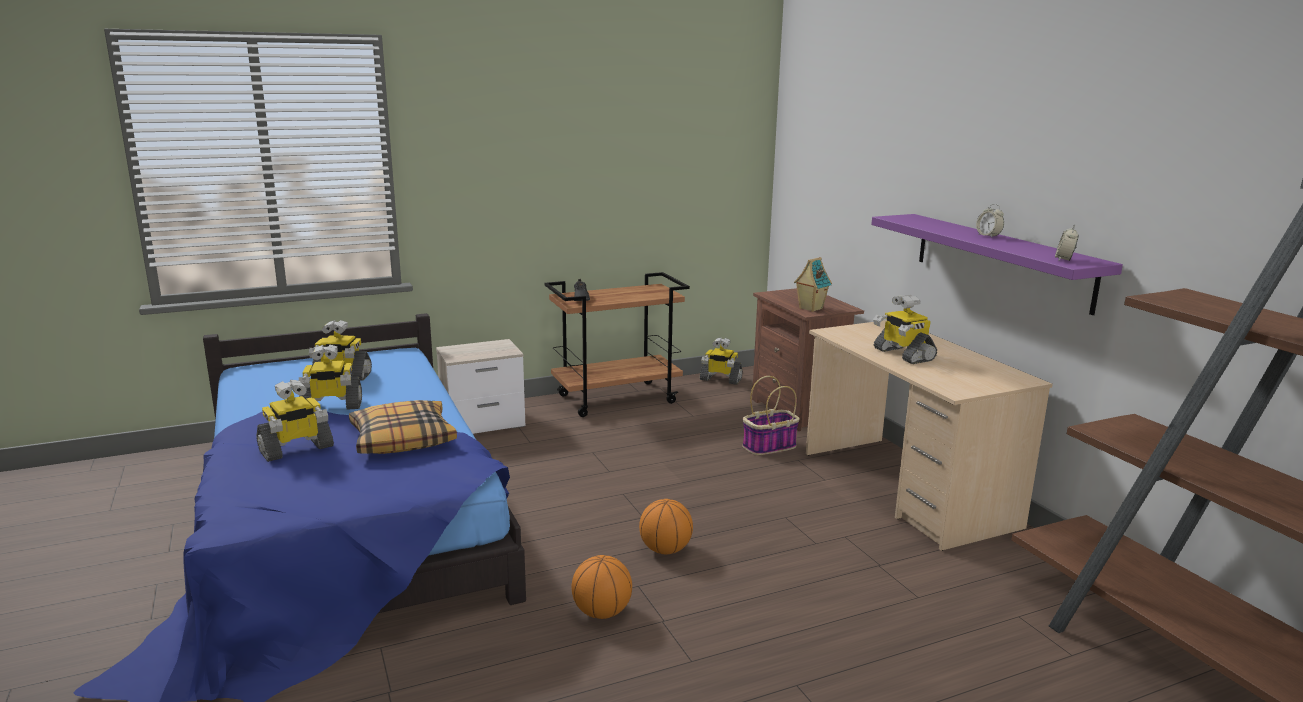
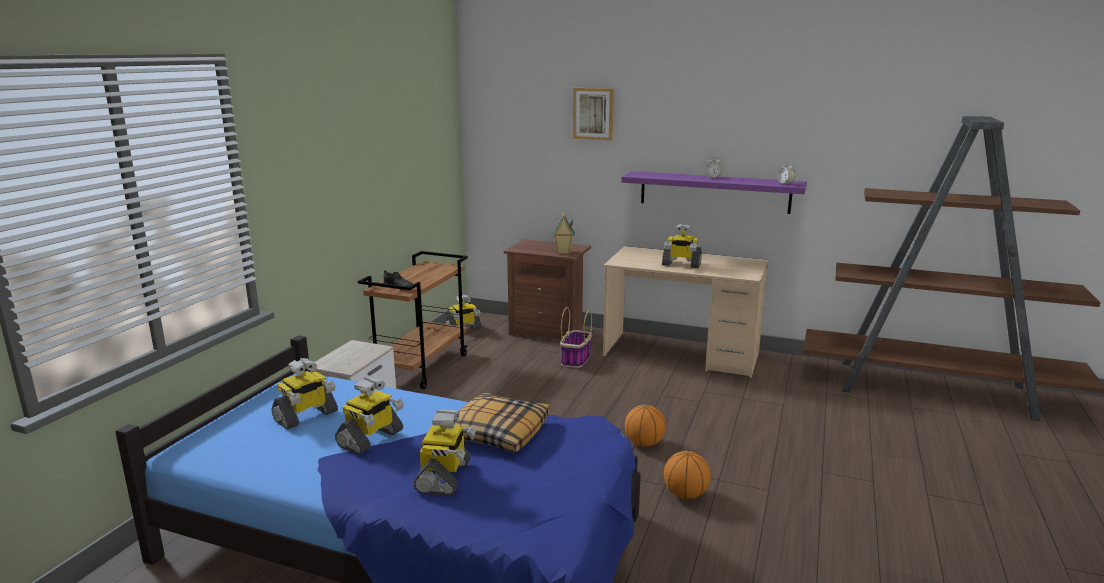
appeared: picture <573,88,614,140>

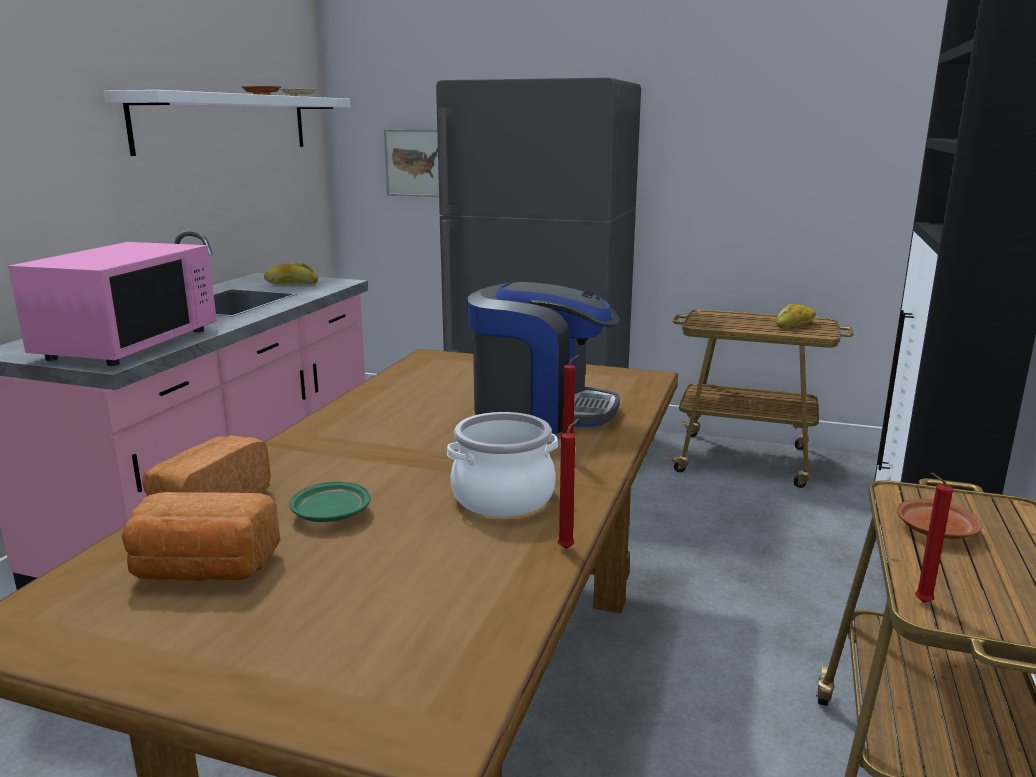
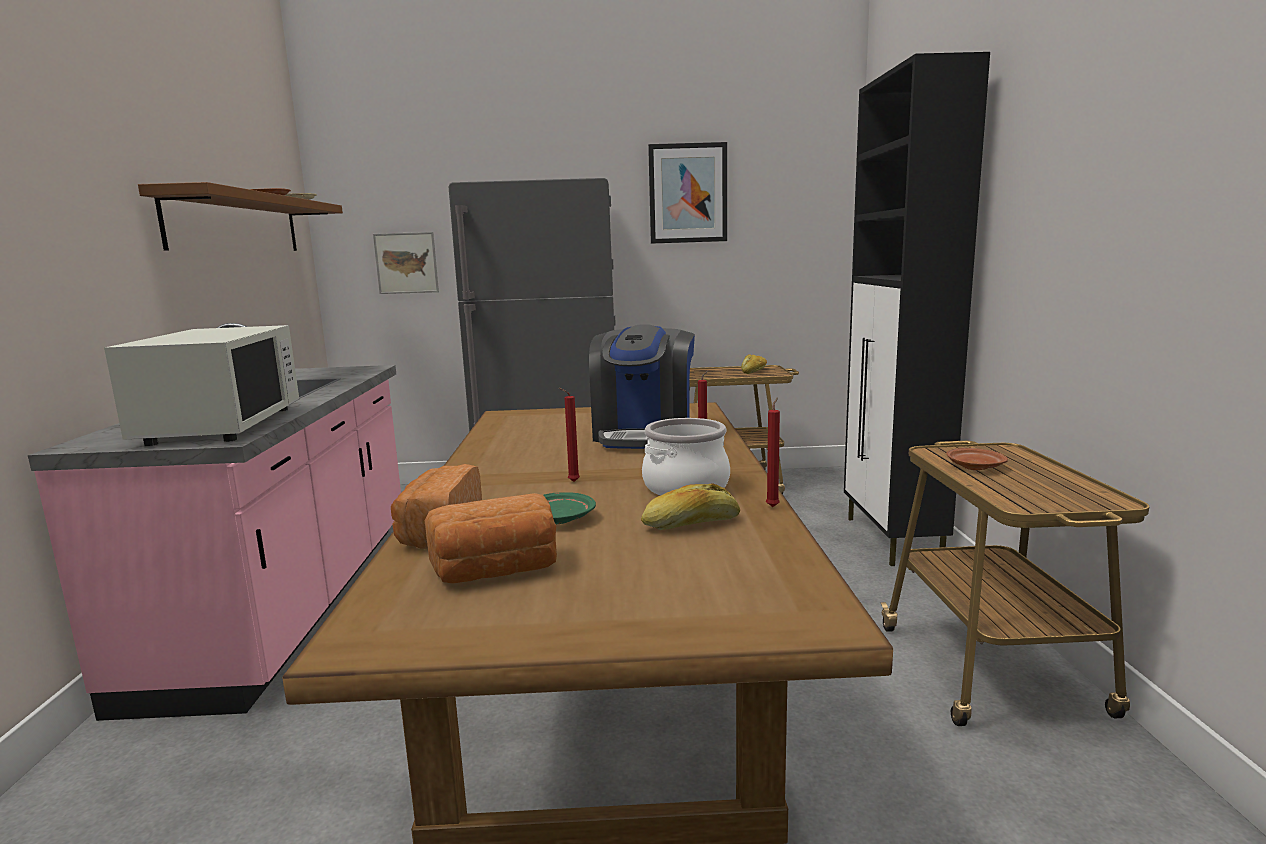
appeared: picture <648,142,727,244>
relocated: candle in red <915,473,953,603> to <559,388,580,482>; bread <264,263,318,284> to <641,483,740,530>
colour: microwave in pink <8,242,217,366> to microwave in white <104,325,299,446>; shelf in white <104,90,350,156> to shelf in brown <138,182,343,251>
spun: coffee machine <467,282,620,434> = <589,324,695,449> 105 degrees clockwise

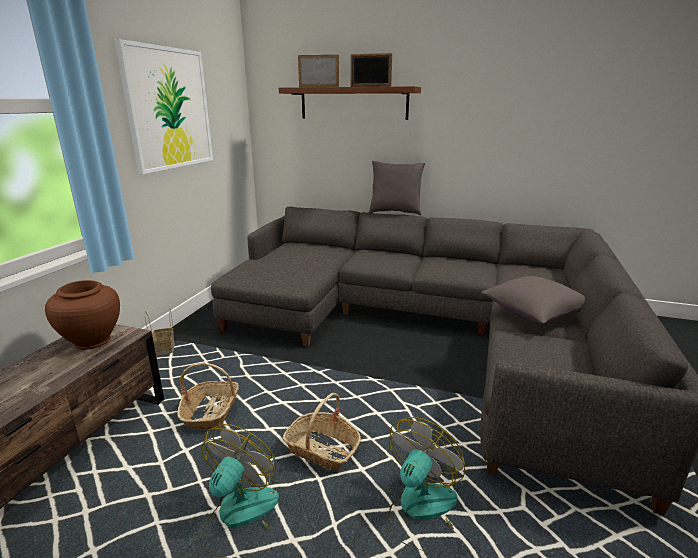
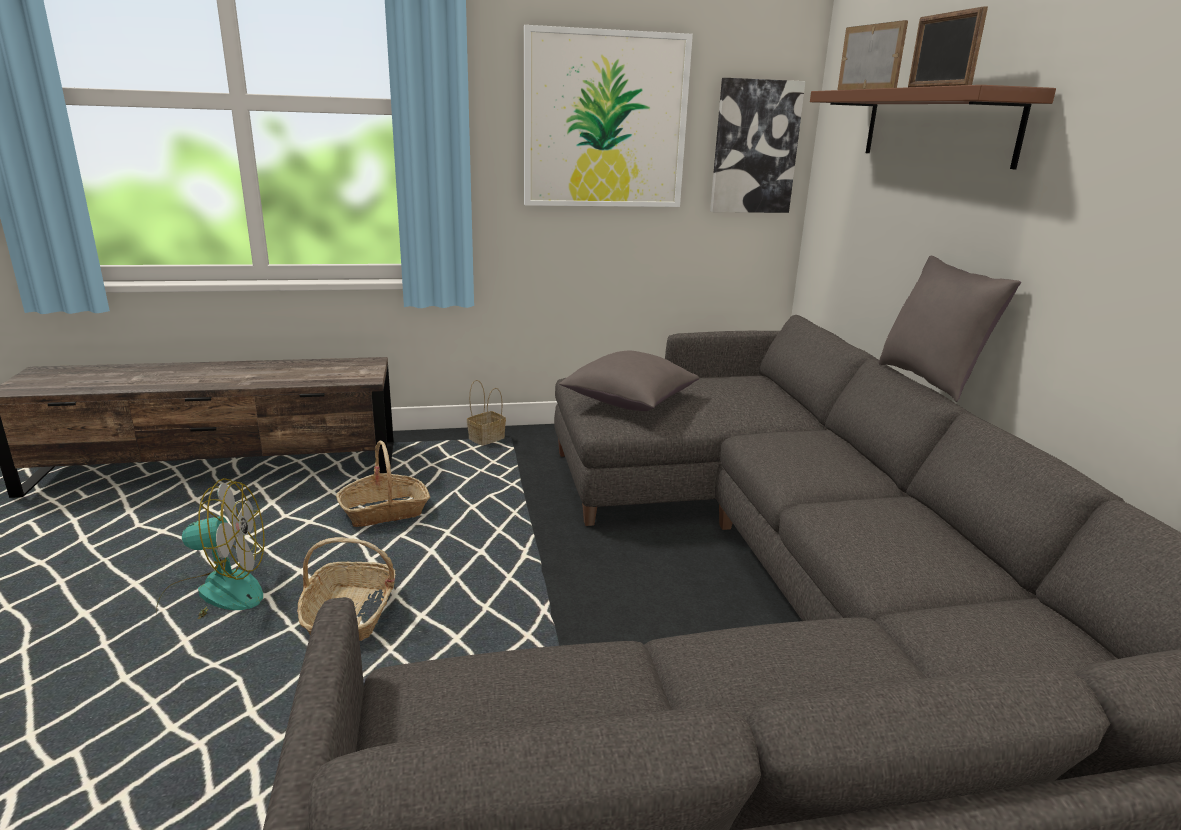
missing: vase in brown <45,280,120,350>; fan <387,417,465,552>
appeared: picture <710,78,806,213>
relocated: pillow in grey <481,276,585,324> to <559,351,700,411>

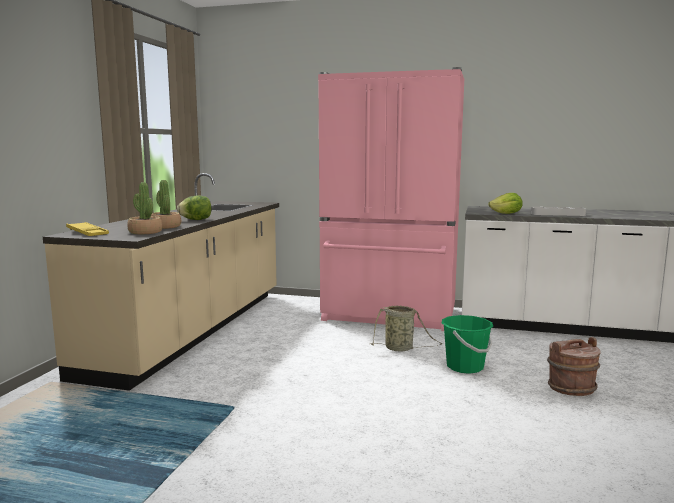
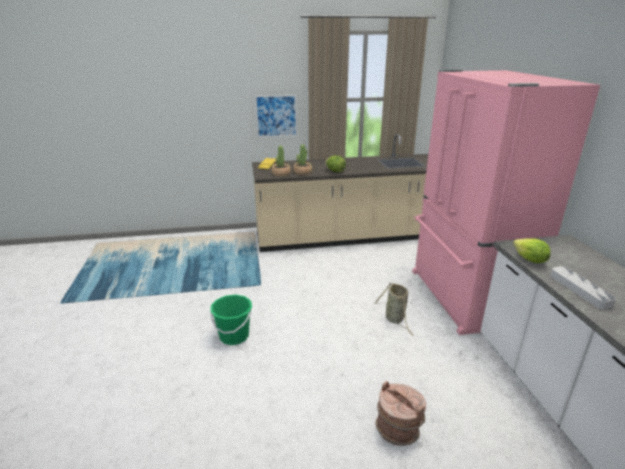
appeared: picture <255,95,297,137>
relocated: bucket in green <442,315,493,374> to <210,295,252,345>

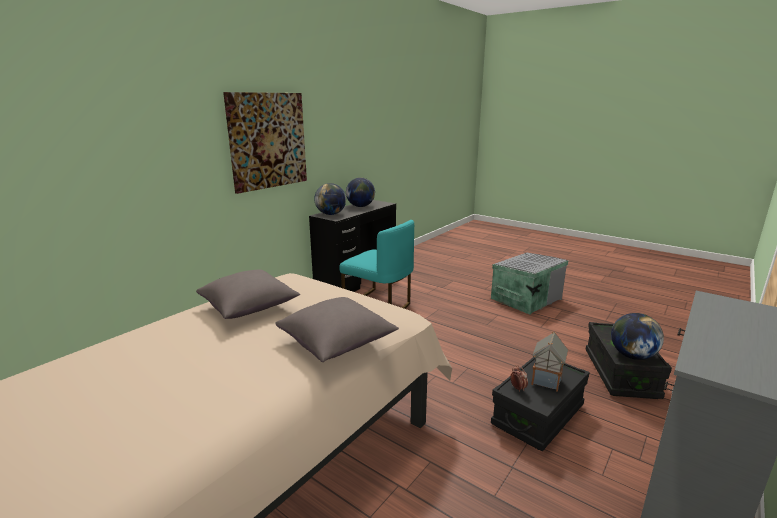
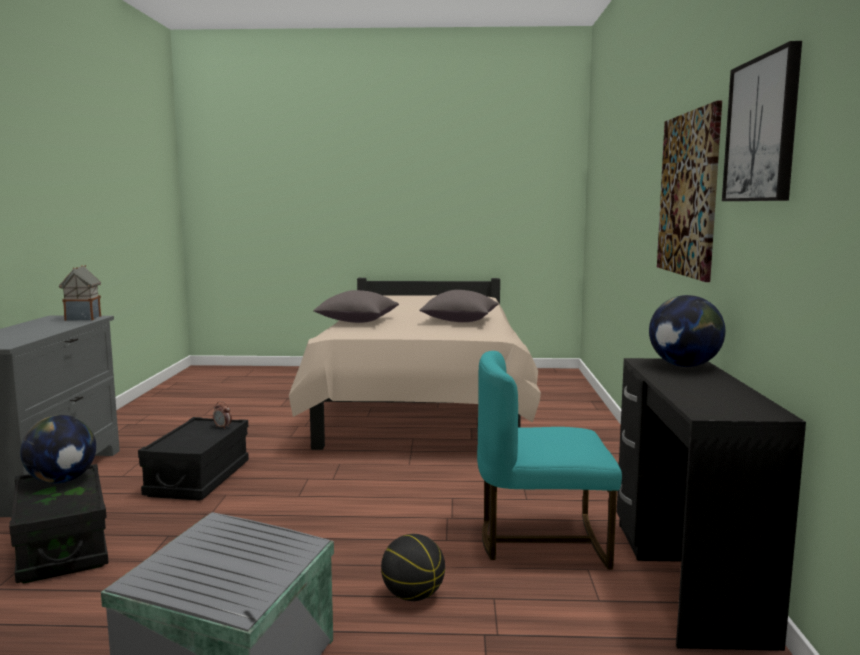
missing: globe <346,177,375,207>
appeared: basketball <381,534,445,601>; picture <722,41,802,201>
relocated: toy house <531,332,568,392> to <59,265,101,321>

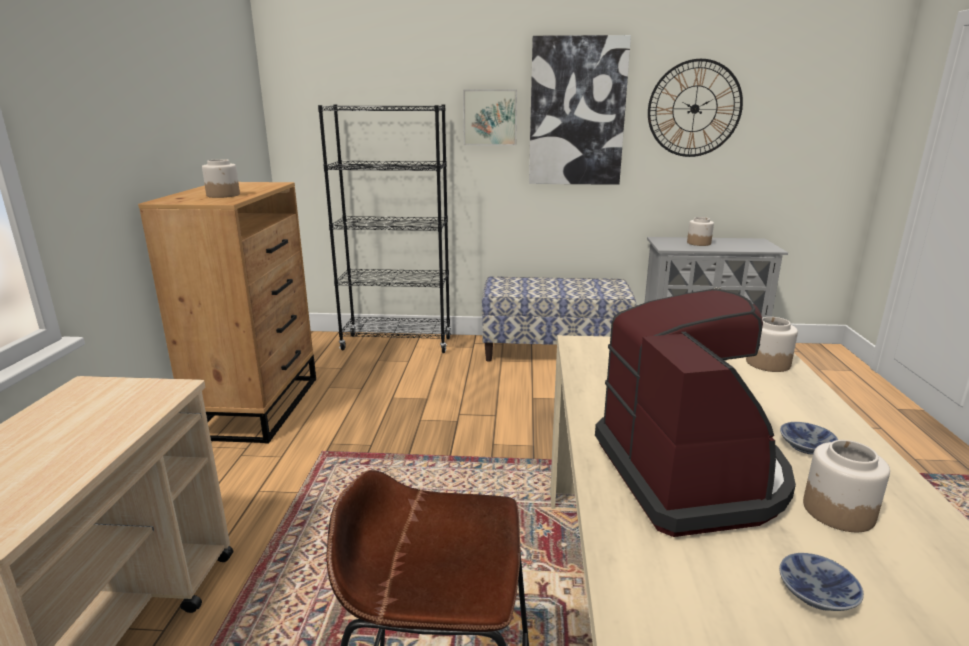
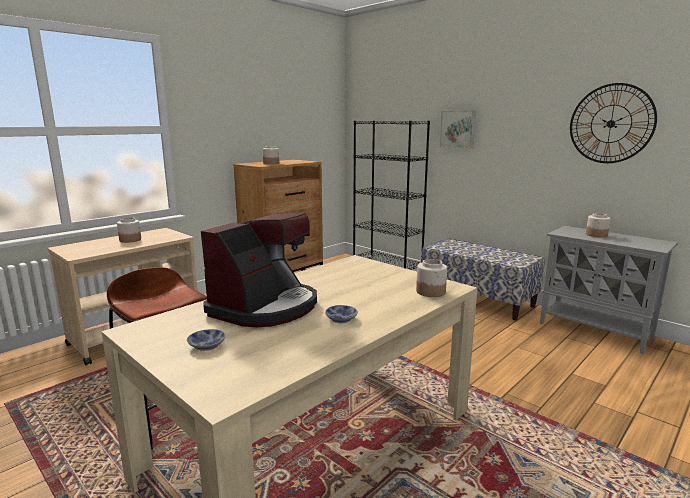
missing: picture <529,35,631,185>
relocated: jar <803,440,890,532> to <117,217,141,243>

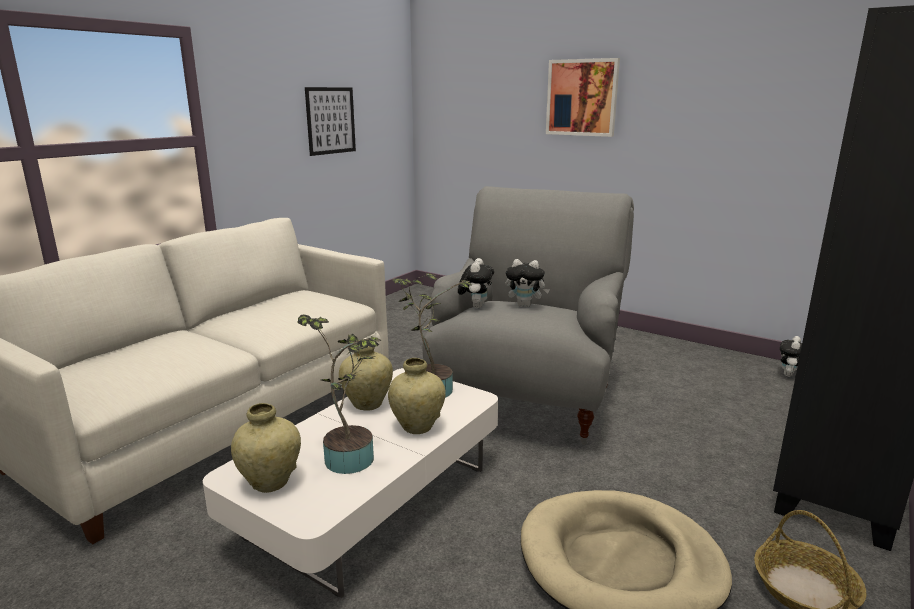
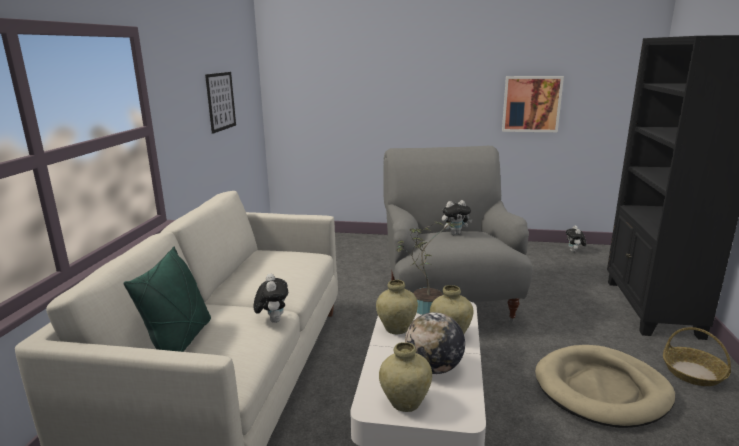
appeared: pillow in green <124,247,211,352>
relocated: plush toy <458,258,494,308> to <253,274,288,323>; picture <546,58,620,137> to <502,76,564,132>
exchanged: potted plant <297,315,381,474> to globe <405,312,465,374>

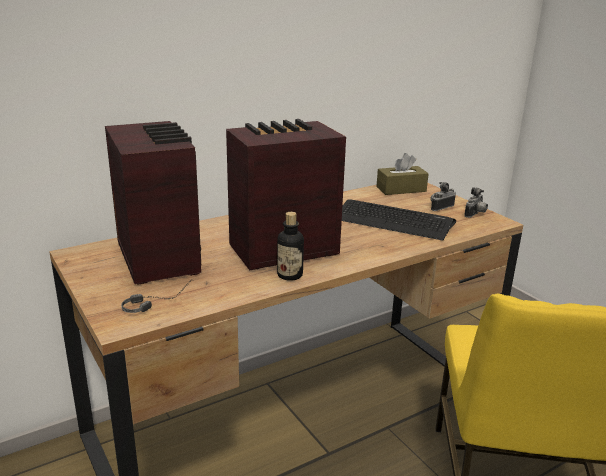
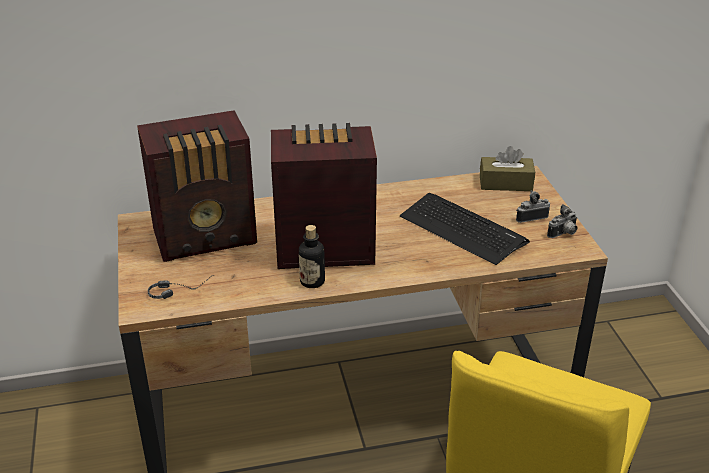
spun: radio <105,121,201,284> = <137,110,257,262> 75 degrees clockwise

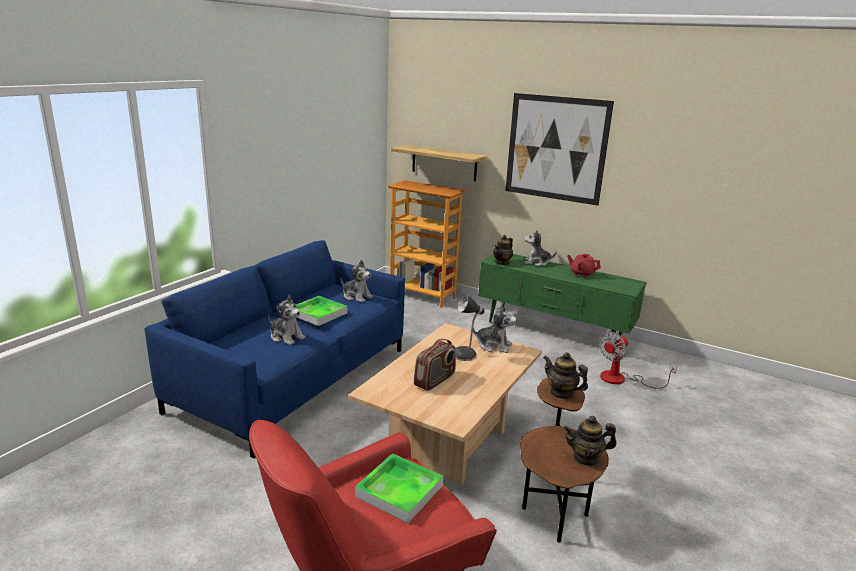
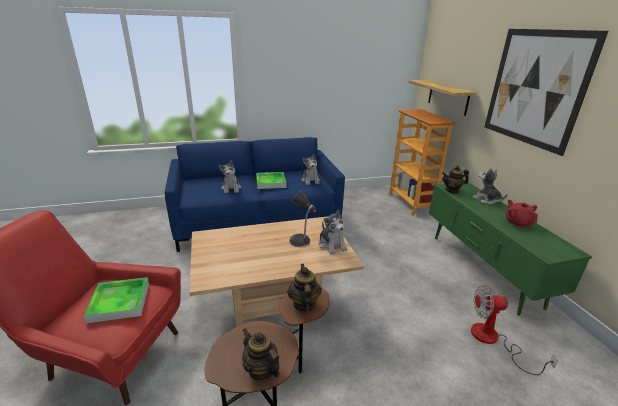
missing: radio <414,339,456,391>

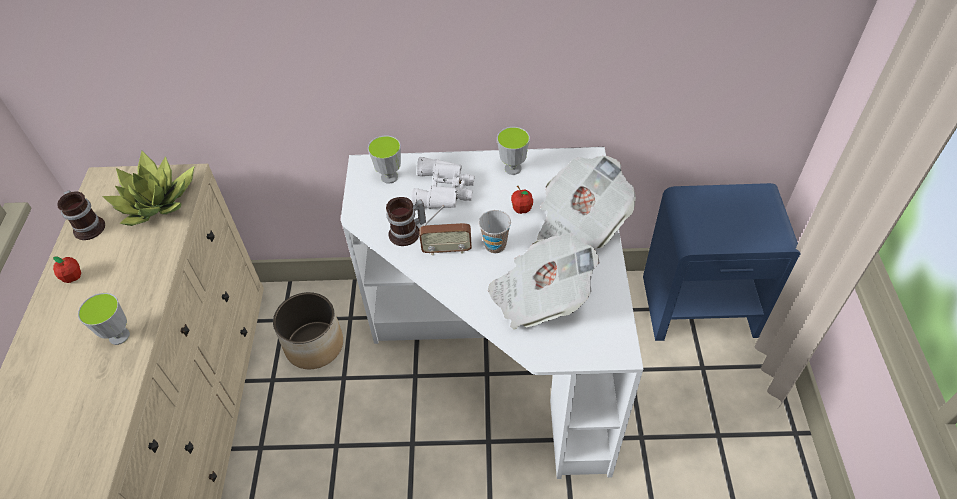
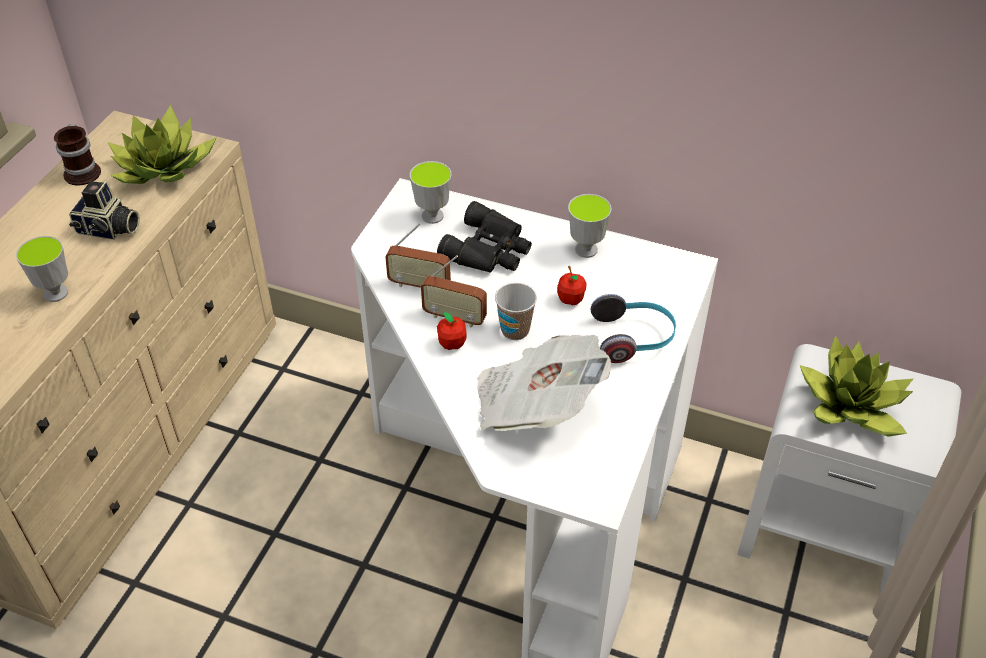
missing: planter <273,292,343,369>
appeared: photo camera <69,181,140,240>; potted plant <800,335,913,437>
relocated: apple <53,256,81,283> to <437,312,467,350>
exchanged: mug <386,197,426,246> to radio <385,223,451,288>; newspaper <537,156,636,249> to headphones <591,294,676,363>
colour: binoculars in white <411,157,474,209> to binoculars in black <437,201,532,273>; nightstand in blue <643,183,801,341> to nightstand in white <737,344,961,596>

